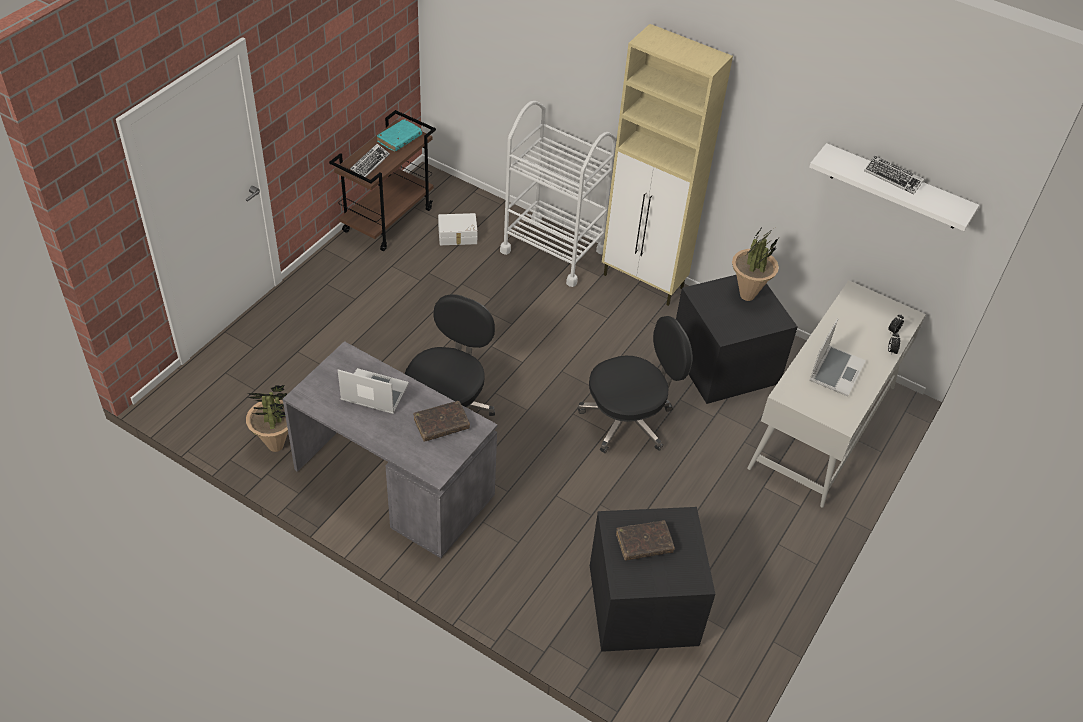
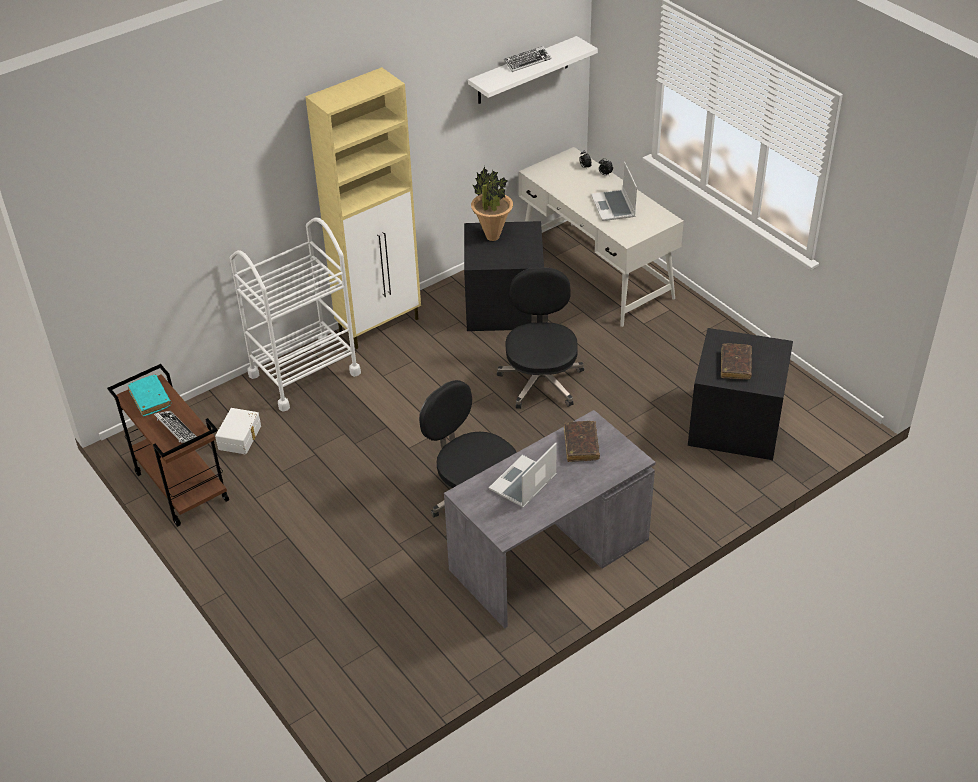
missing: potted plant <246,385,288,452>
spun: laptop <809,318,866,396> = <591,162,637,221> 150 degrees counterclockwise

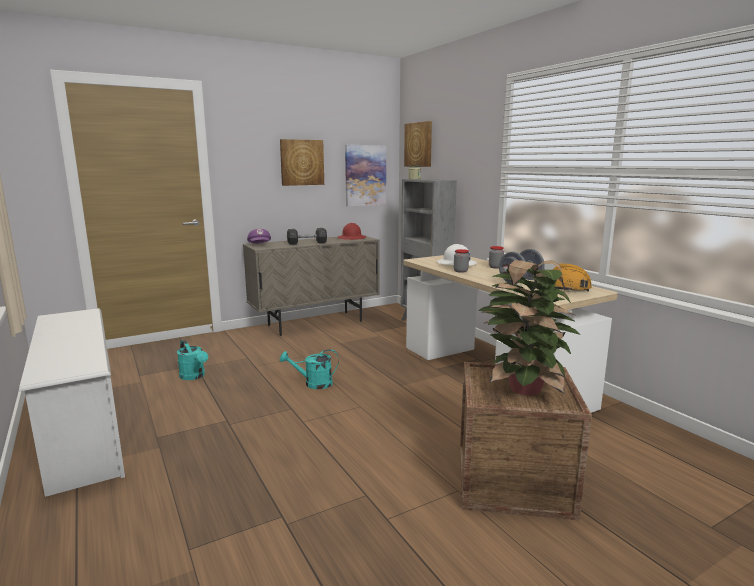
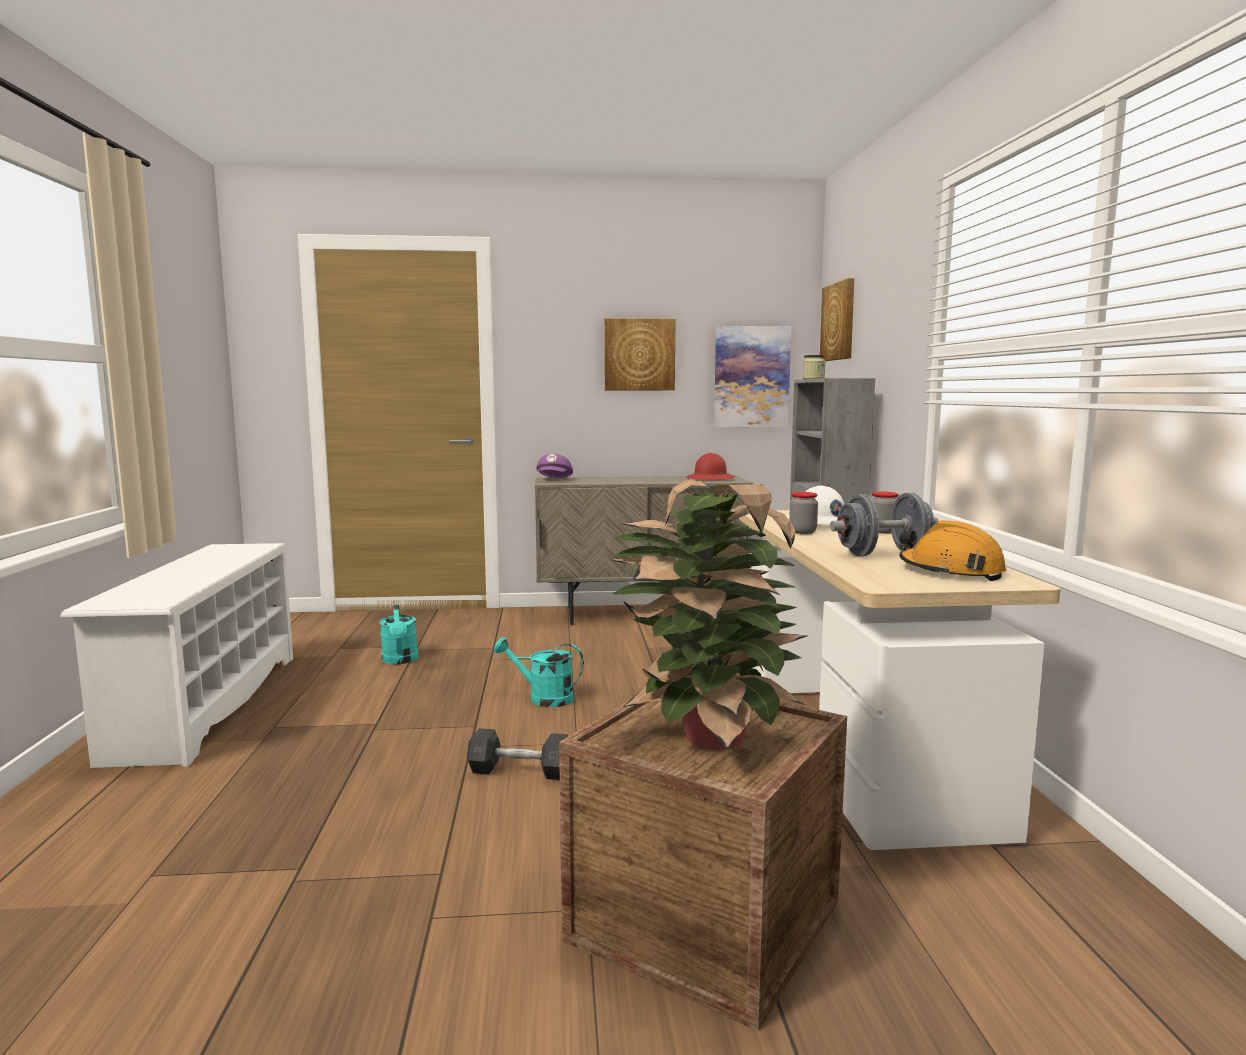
relocated: dumbbell in grey <287,228,327,245> to <467,728,568,780>

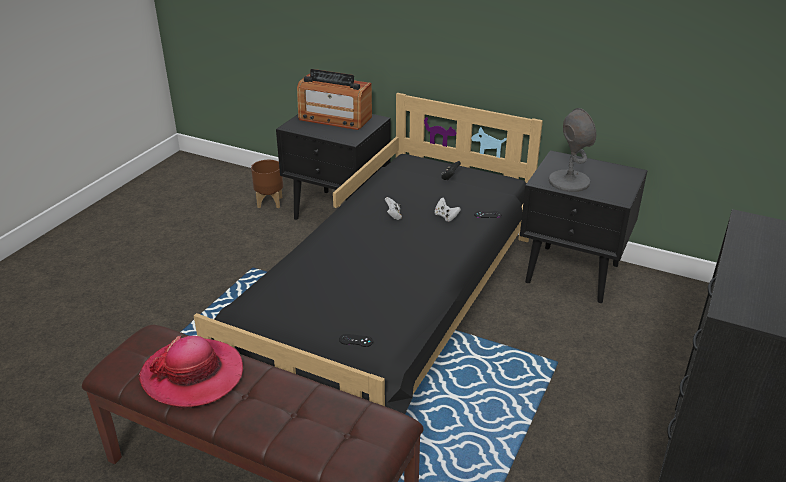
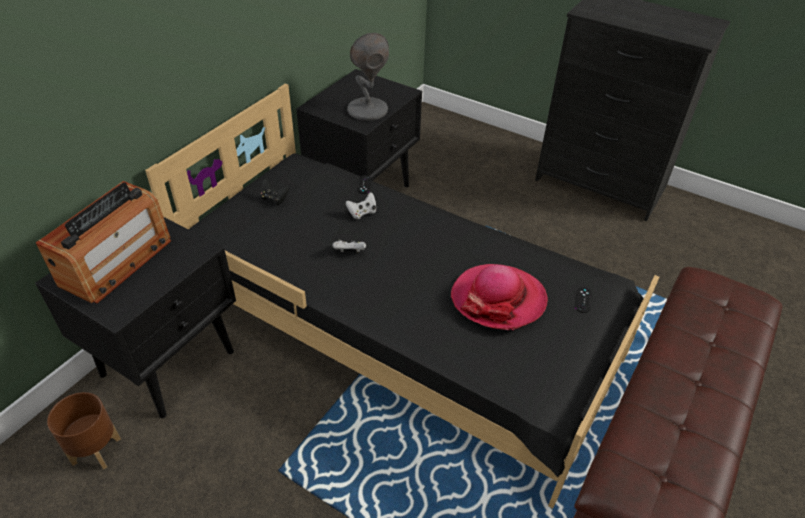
relocated: hat <138,336,243,408> to <451,264,548,330>

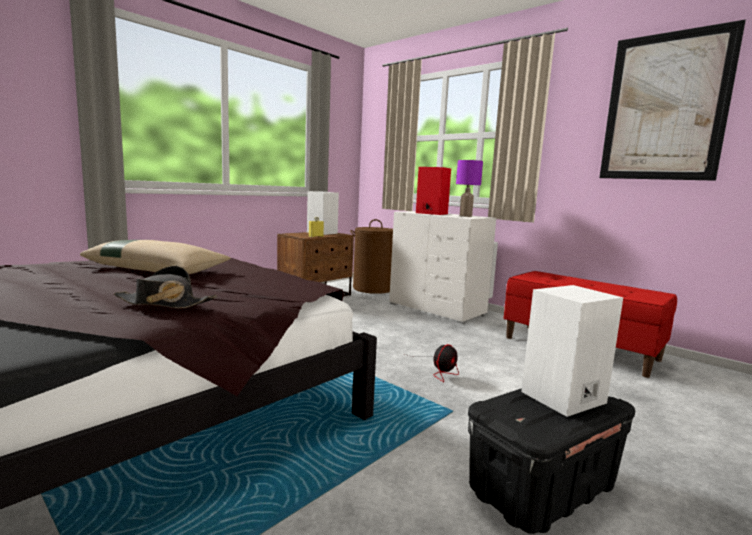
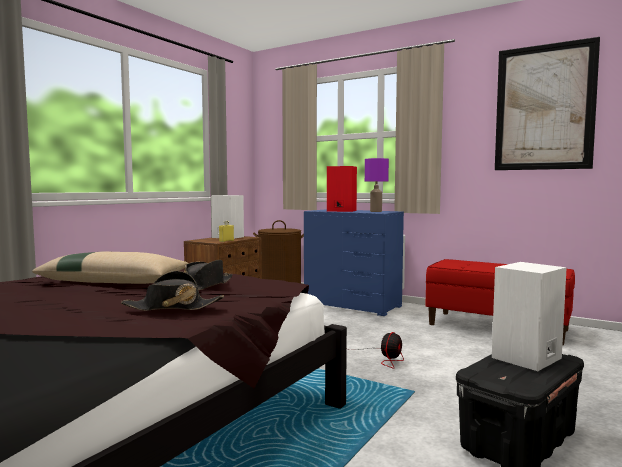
appeared: hat in black <184,260,233,290>
colour: dresser in white <389,211,496,324> to dresser in blue <304,209,404,316>

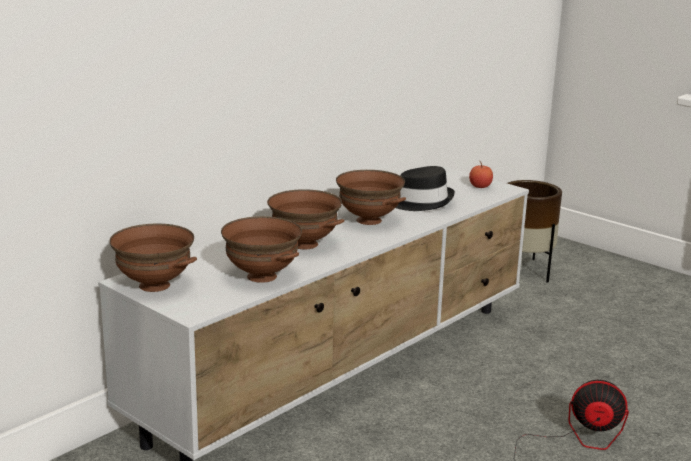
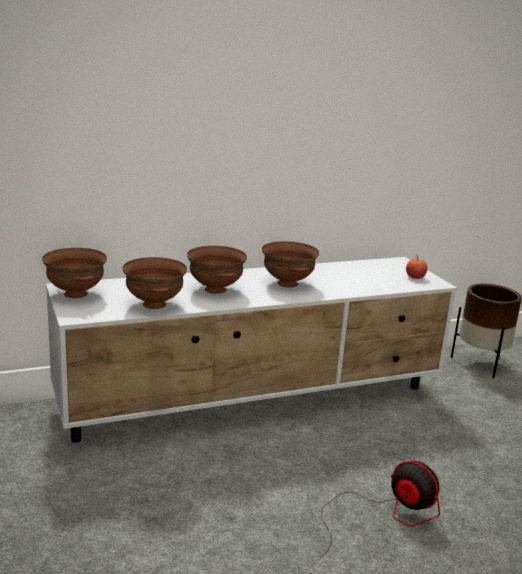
missing: hat in black <396,166,455,211>

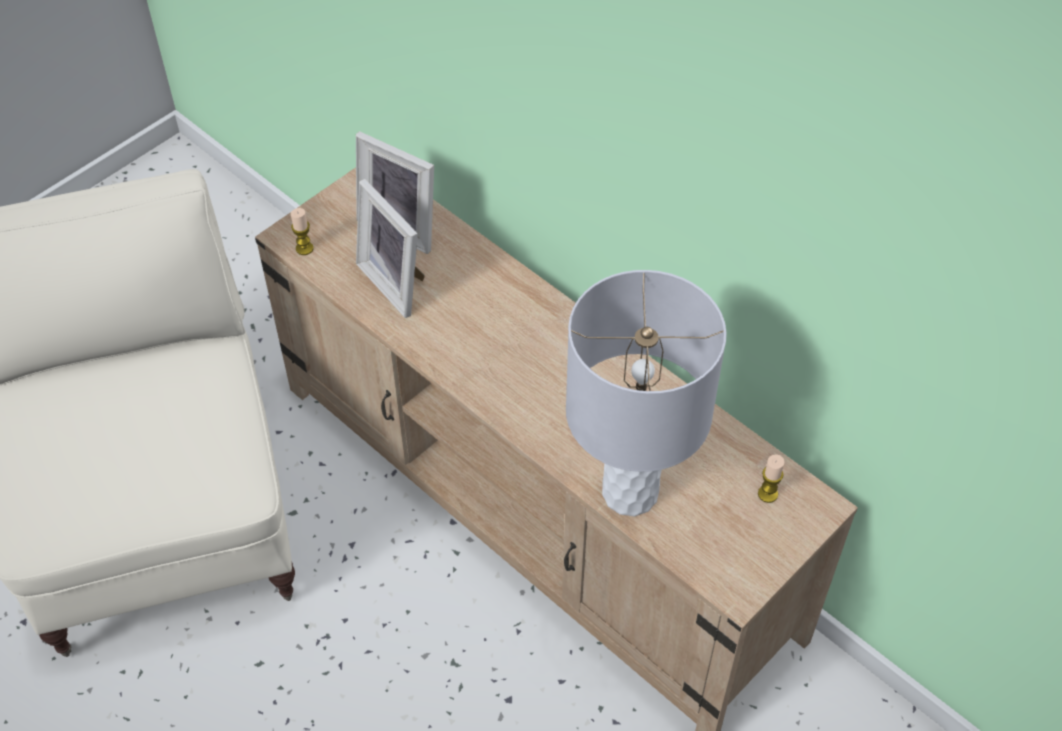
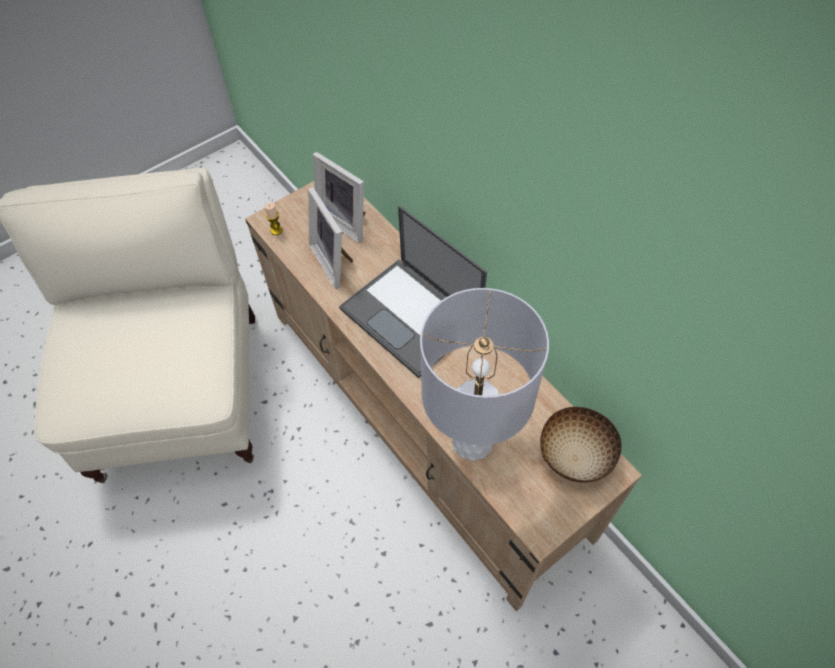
appeared: laptop <339,205,487,378>
exchanged: candle <758,454,785,503> to bowl <540,406,622,483>

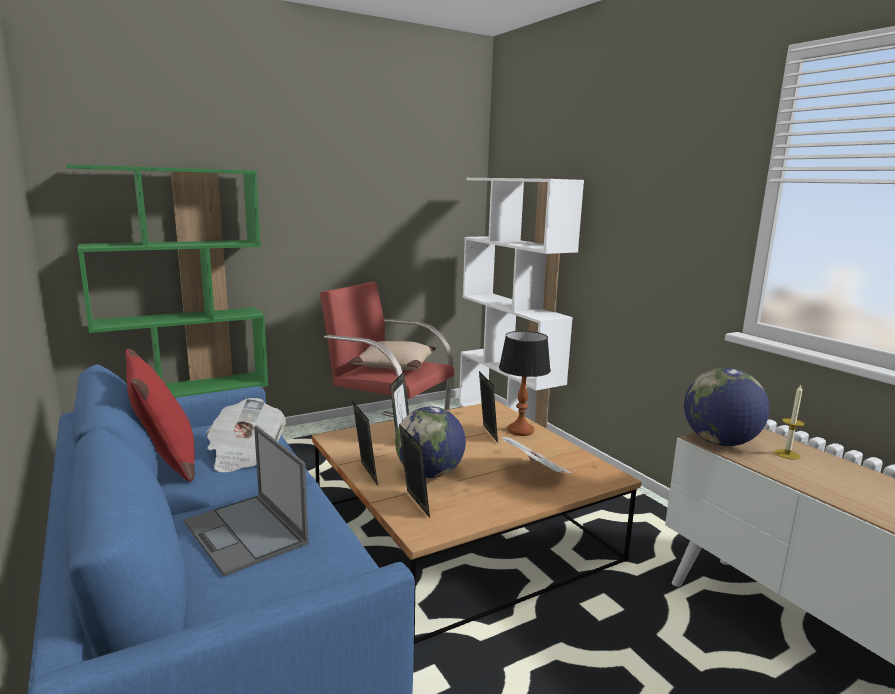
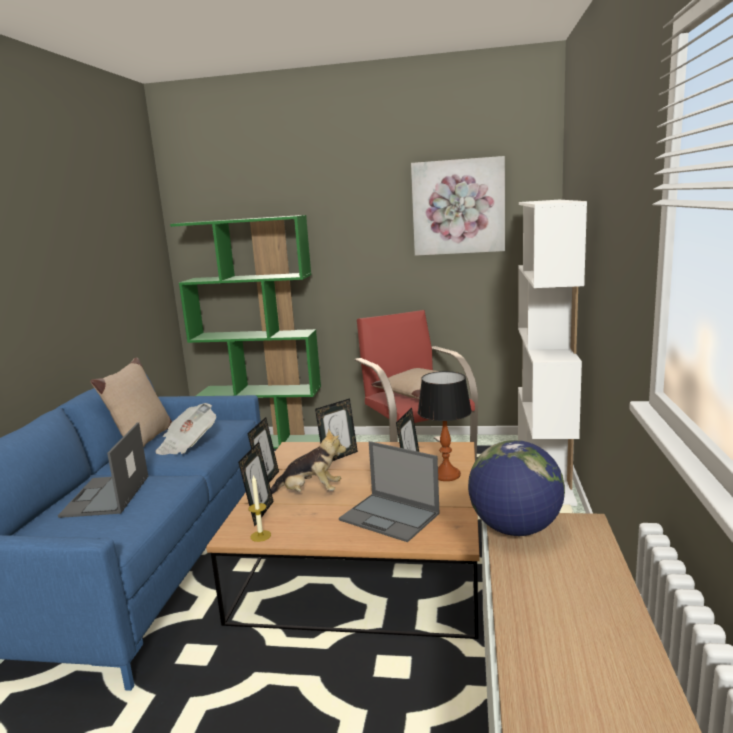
appeared: picture <411,156,505,256>
relocated: candle <774,384,805,460> to <248,475,271,542>
exchanged: globe <395,406,466,478> to plush toy <270,429,346,494>; newspaper <501,437,573,474> to laptop <339,441,440,542>
colour: pillow in red <125,349,195,482> to pillow in beige <90,357,172,447>

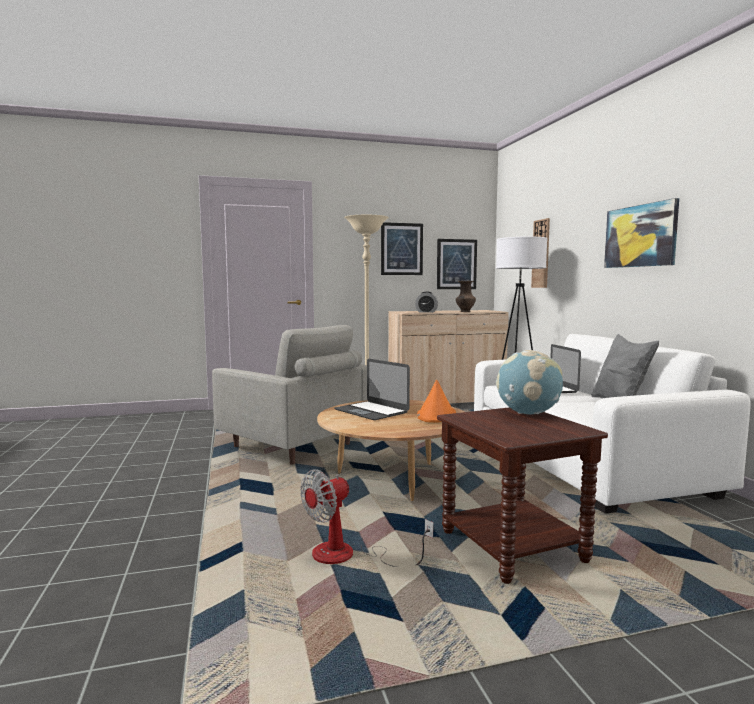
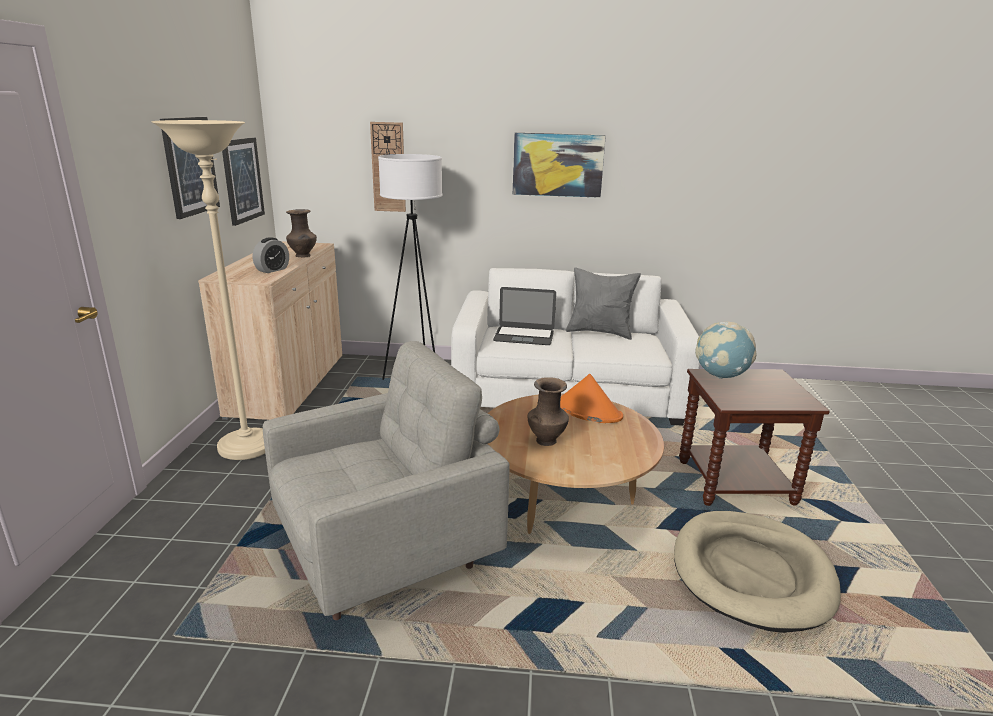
exchanged: laptop <334,359,410,420> to vase in brown <528,377,569,446>; fan <300,469,433,567> to dog bed in beige <674,511,841,633>

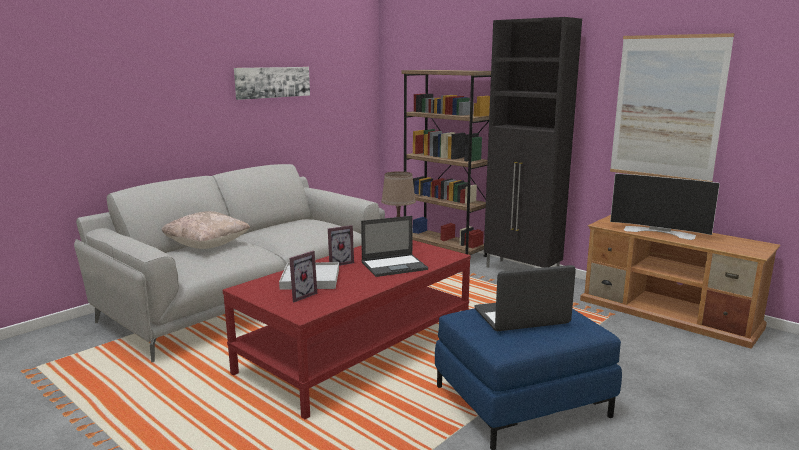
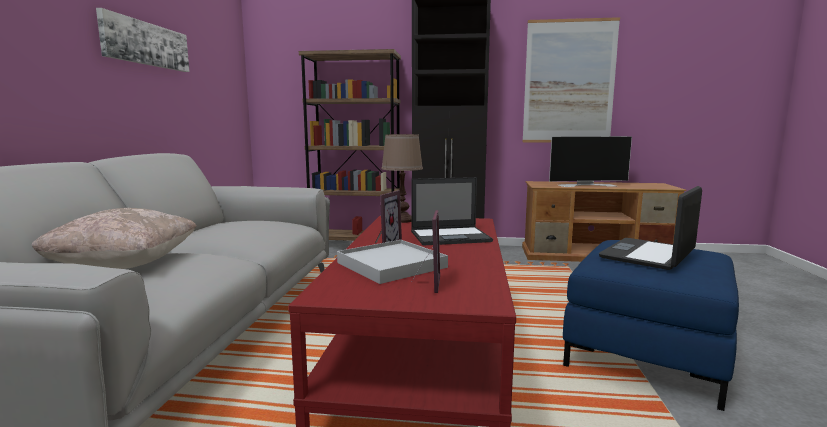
spun: laptop <361,216,428,277> = <411,177,493,246> 45 degrees clockwise

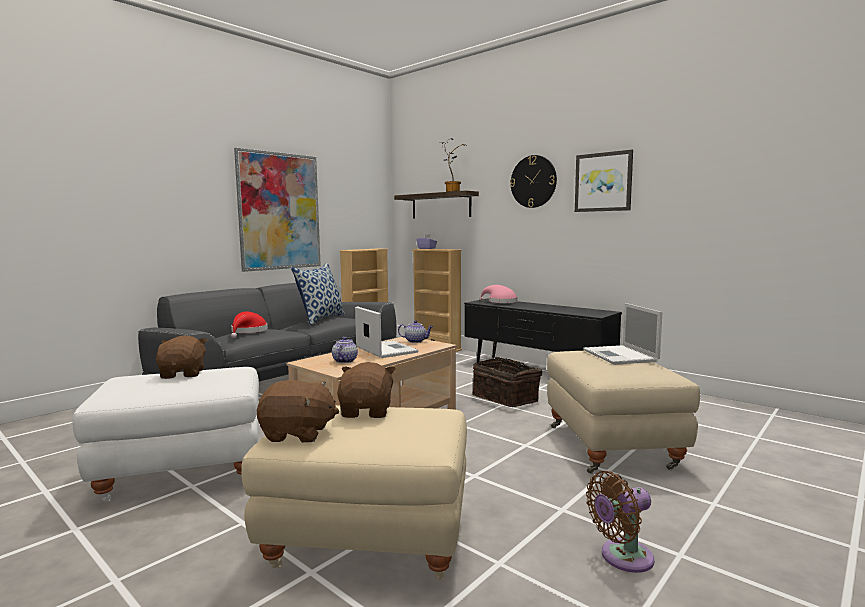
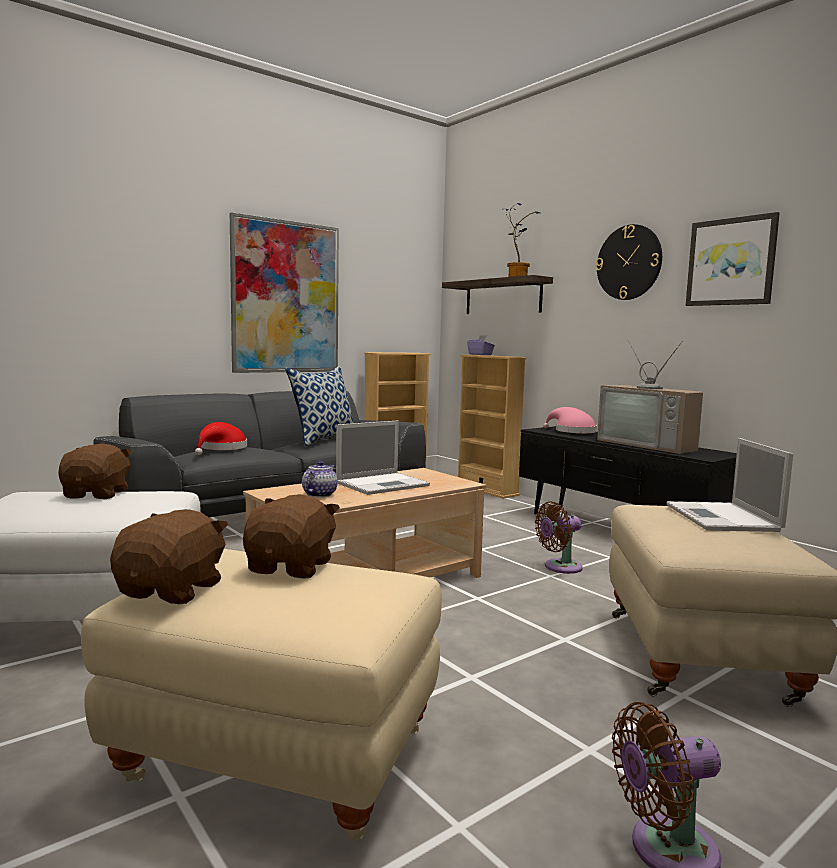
missing: teapot <398,320,433,343>
appeared: television <597,340,703,454>
exchanged: basket <472,357,542,407> to fan in brown <535,502,583,574>
spun: plush toy in brown <257,380,339,443> = <110,509,228,604> 90 degrees counterclockwise; laptop <355,306,419,358> = <336,420,430,495> 75 degrees clockwise

